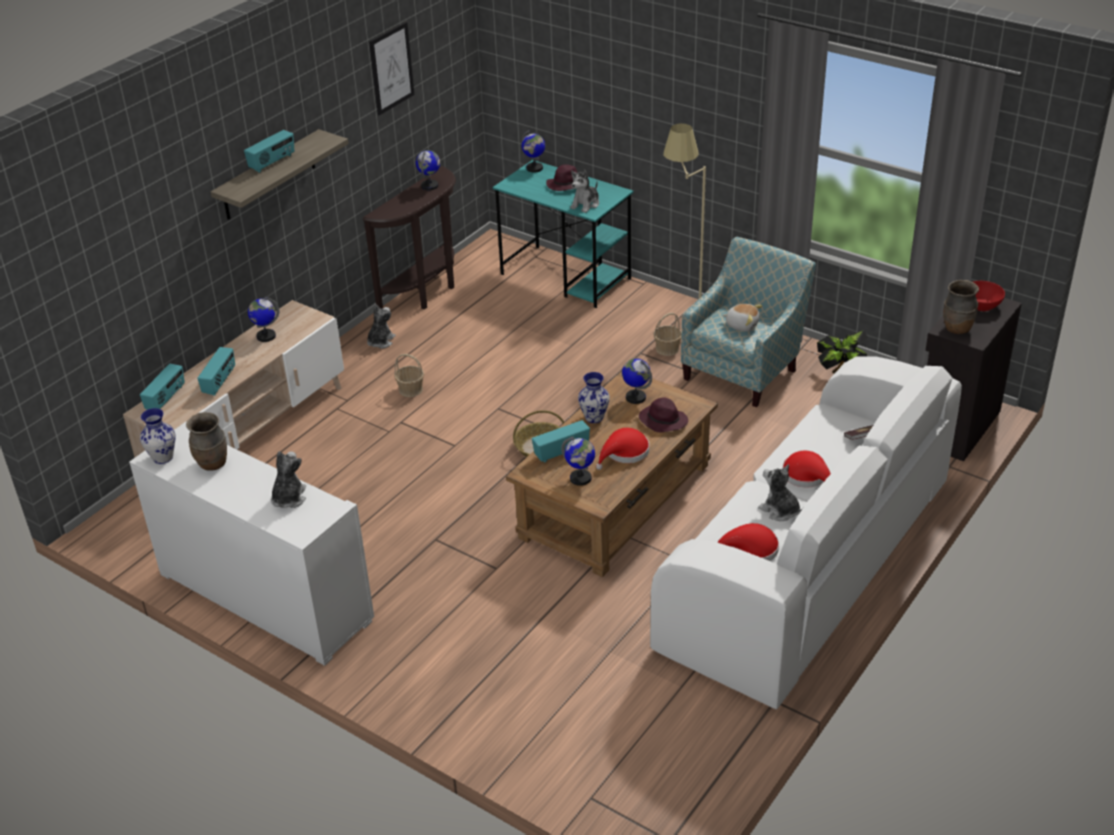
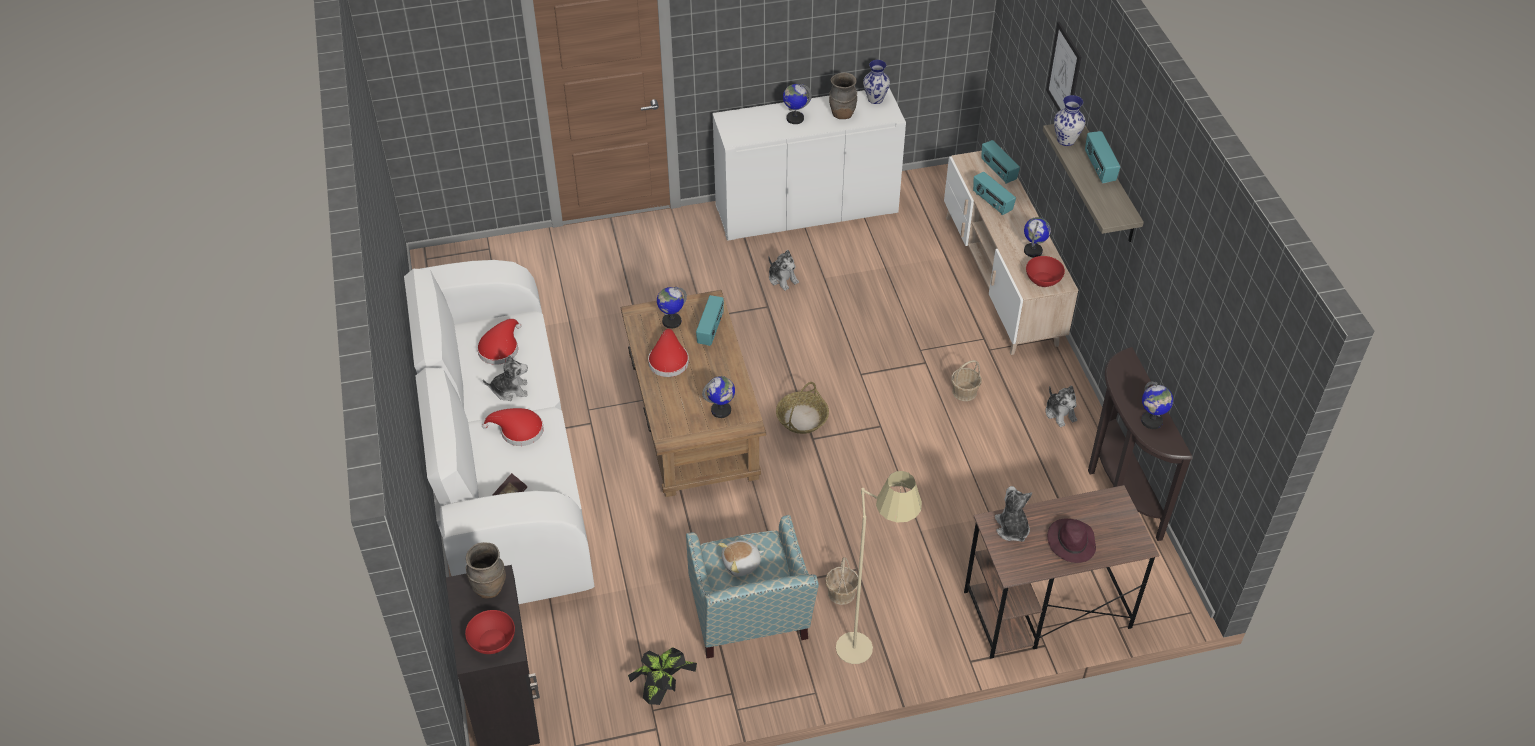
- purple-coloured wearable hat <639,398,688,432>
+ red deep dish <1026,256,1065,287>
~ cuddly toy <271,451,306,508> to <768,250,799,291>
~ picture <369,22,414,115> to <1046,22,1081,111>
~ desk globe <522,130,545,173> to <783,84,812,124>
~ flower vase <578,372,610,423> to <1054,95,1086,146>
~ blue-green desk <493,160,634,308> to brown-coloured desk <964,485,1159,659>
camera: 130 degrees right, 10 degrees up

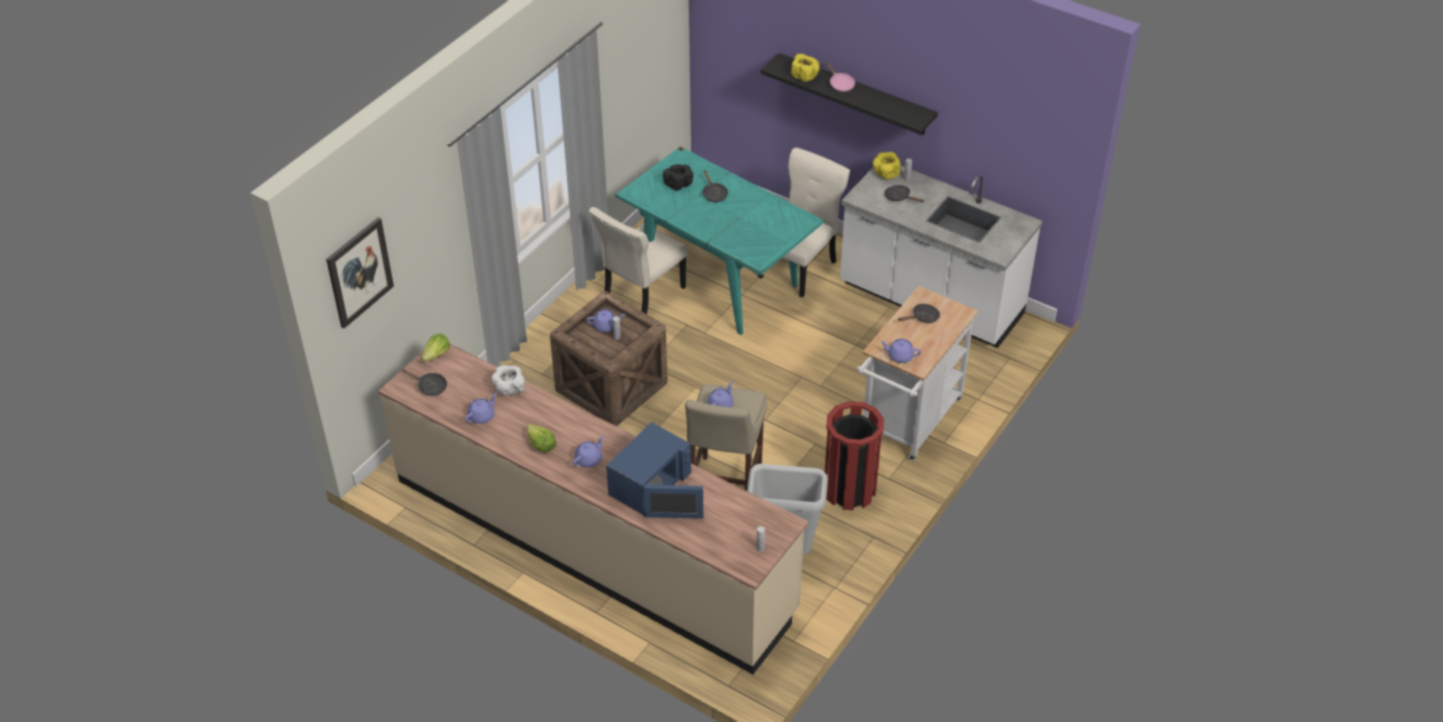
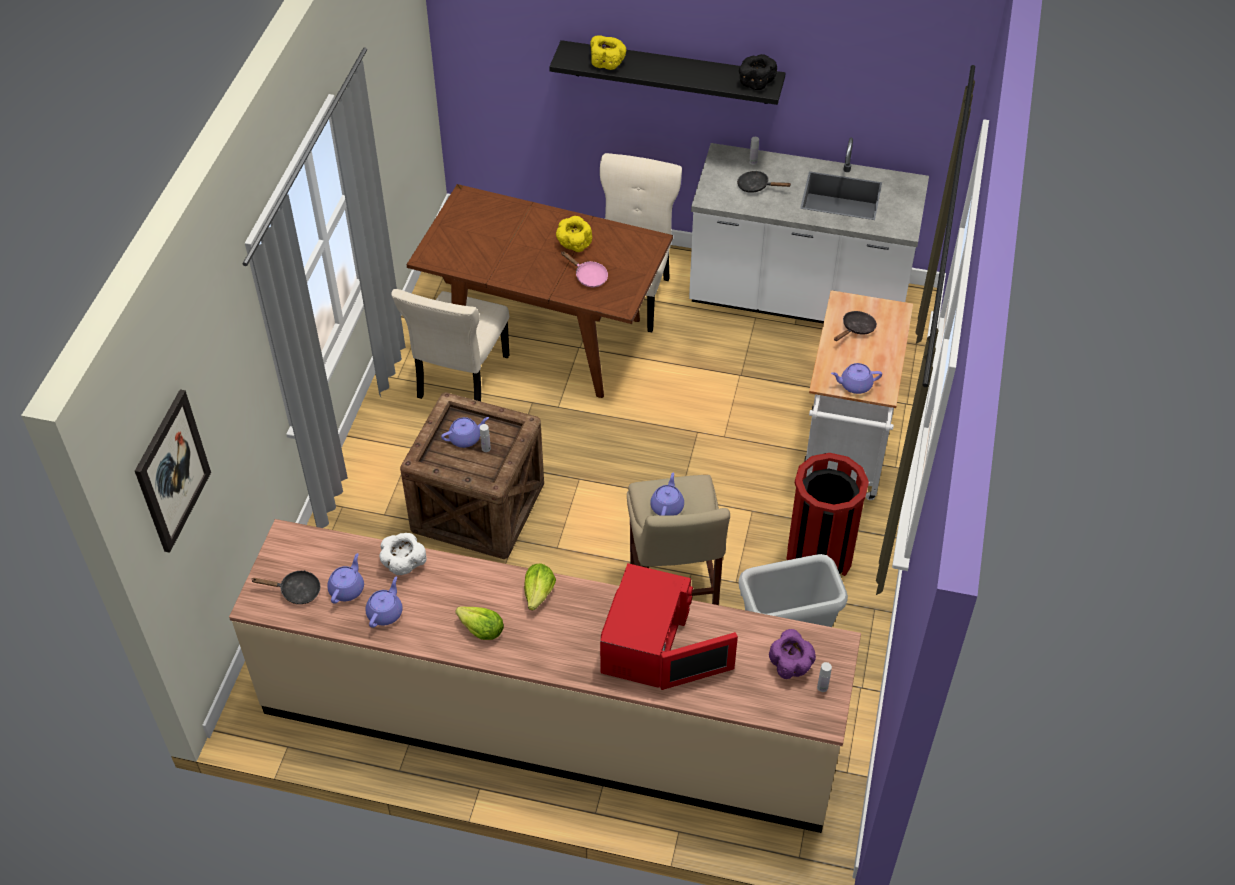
- blackish skillet <703,171,728,202>
+ purple-coloured deep dish <769,629,816,679>
~ lettuce <421,334,450,362> to <524,564,556,610>
~ purple-coloured pot for tea <573,435,604,468> to <327,553,364,604>
~ blackish deep dish <663,164,693,190> to <739,54,777,90>
~ pinkish skillet <825,62,855,92> to <561,251,608,287>
~ yellow deep dish <873,152,901,180> to <556,216,592,252>
~ bluish microwave <606,422,703,519> to red microwave <600,563,738,690>
~ blue-green kitchen table <616,147,824,335> to brown-coloured kitchen table <406,184,673,398>
camera: 20 degrees left, 5 degrees up

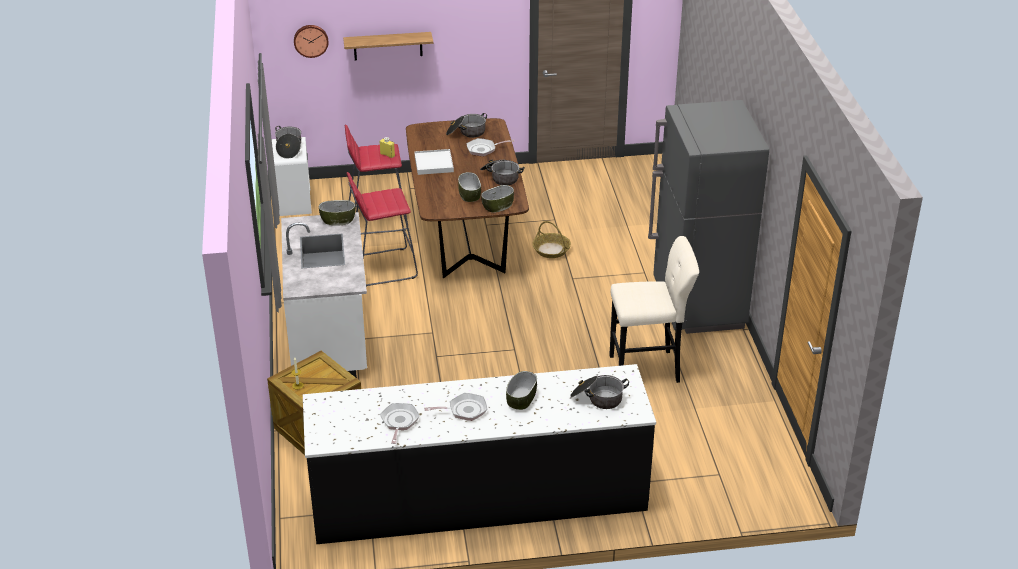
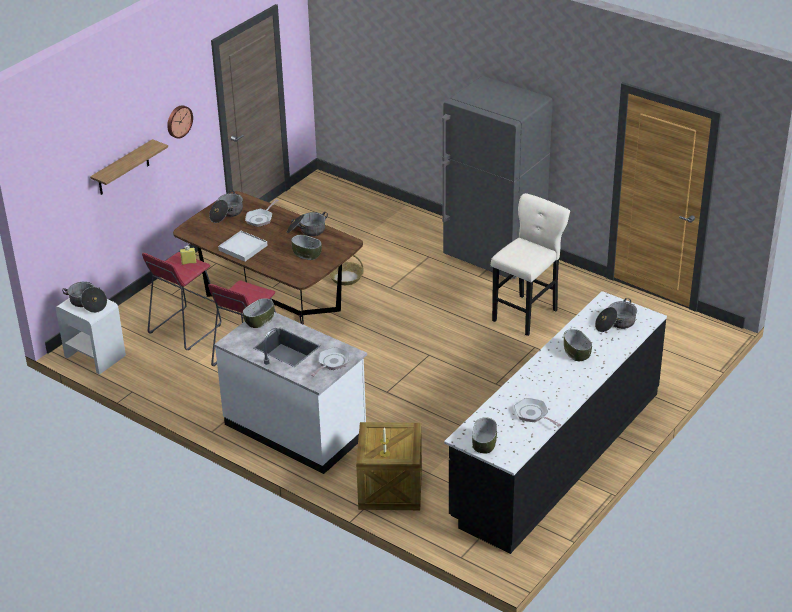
~ wall clock <294,25,328,58> to <167,105,193,139>
~ skillet <424,393,487,421> to <311,347,349,376>
~ deep dish <481,185,514,213> to <472,417,497,453>
camera: 45 degrees left, 0 degrees up

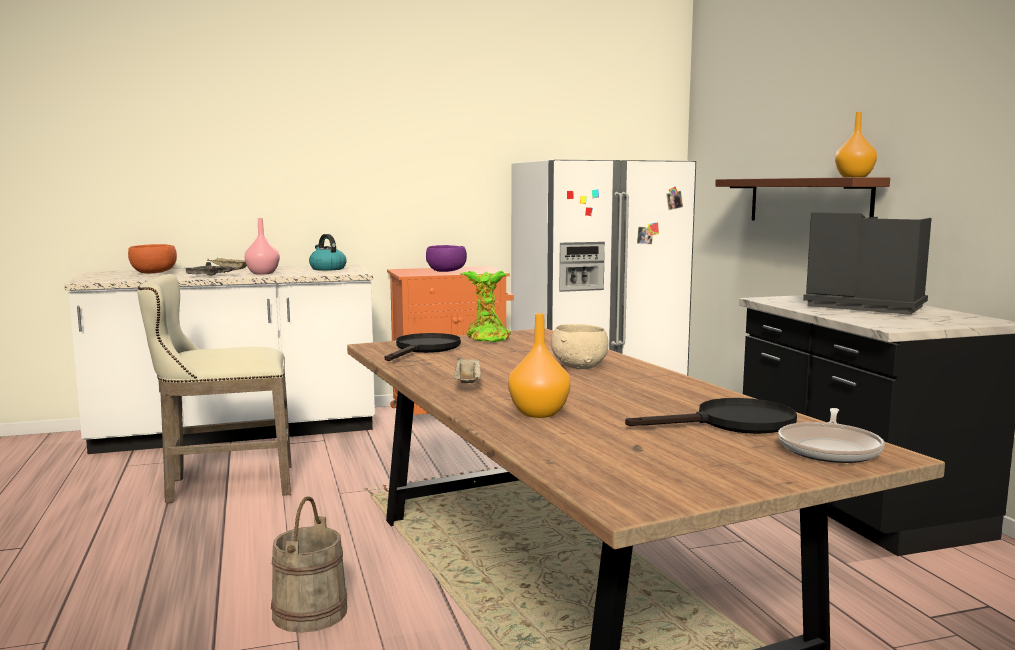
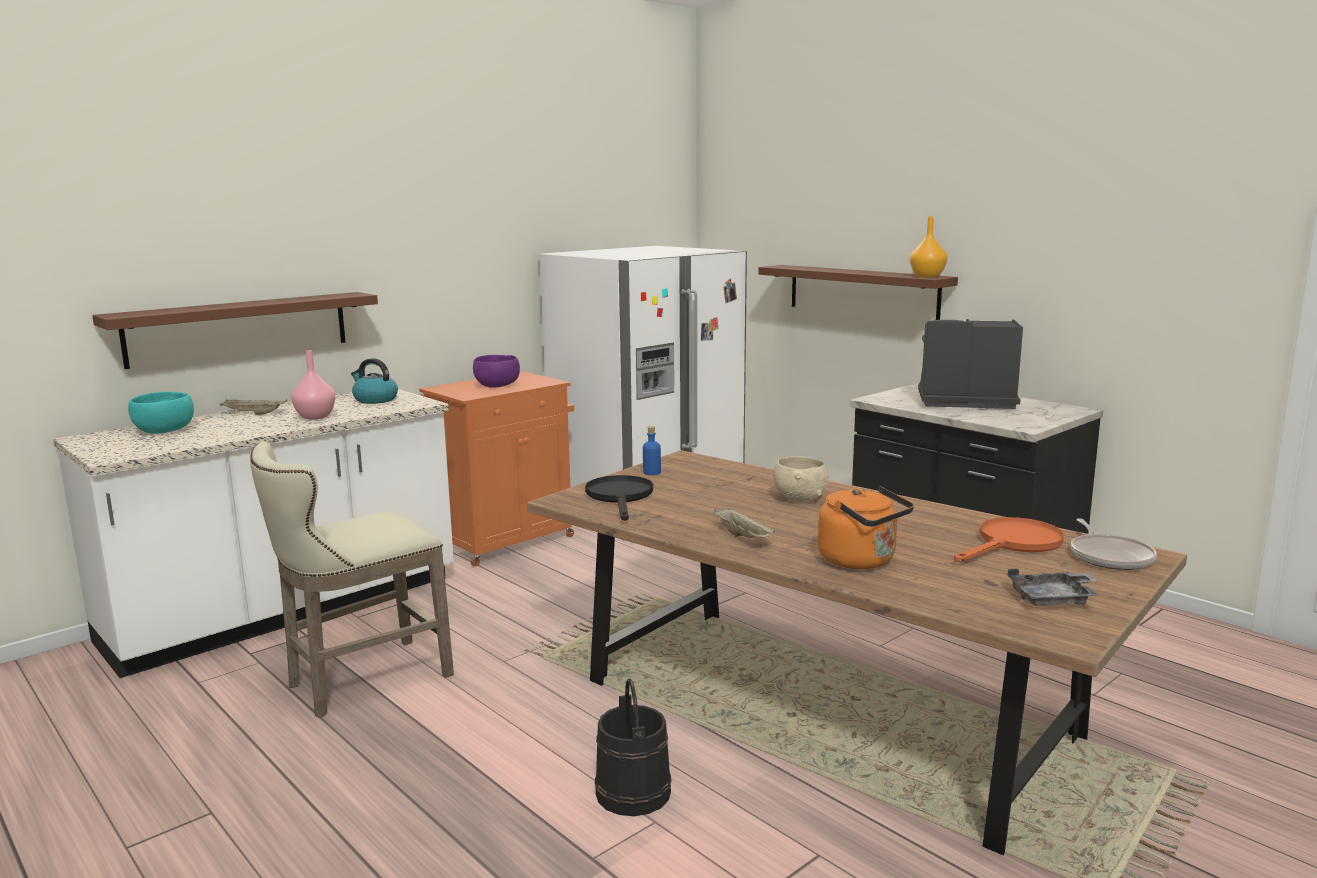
+ brown-coloured shelf <92,292,378,369>
~ greyish carrying tray <185,262,236,276> to <1008,568,1097,606>
~ potted plant <460,271,511,342> to bluish bottle <643,426,661,475>
~ orange-coloured flower vase <508,313,571,418> to orange-coloured kettle <818,487,914,569>
~ orange-coloured deep dish <128,244,177,273> to blue-green deep dish <128,392,194,434>
~ sand-coloured pail <271,496,347,633> to blackish pail <595,679,672,816>
~ blackish skillet <625,398,797,434> to orange-coloured skillet <954,517,1064,562>
camera: 25 degrees left, 5 degrees up

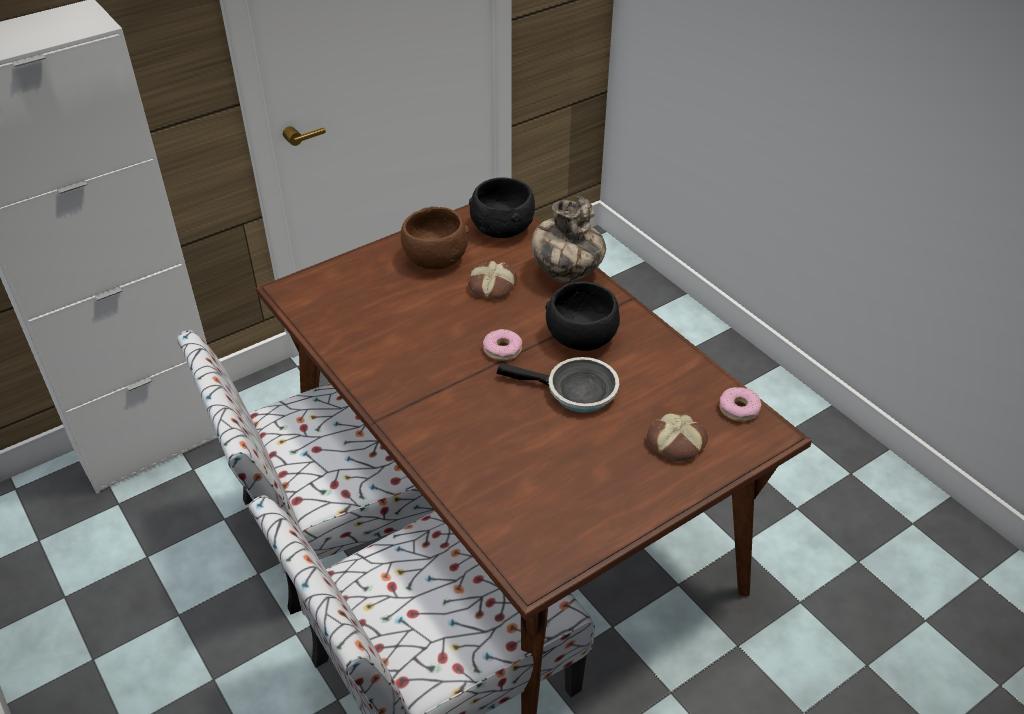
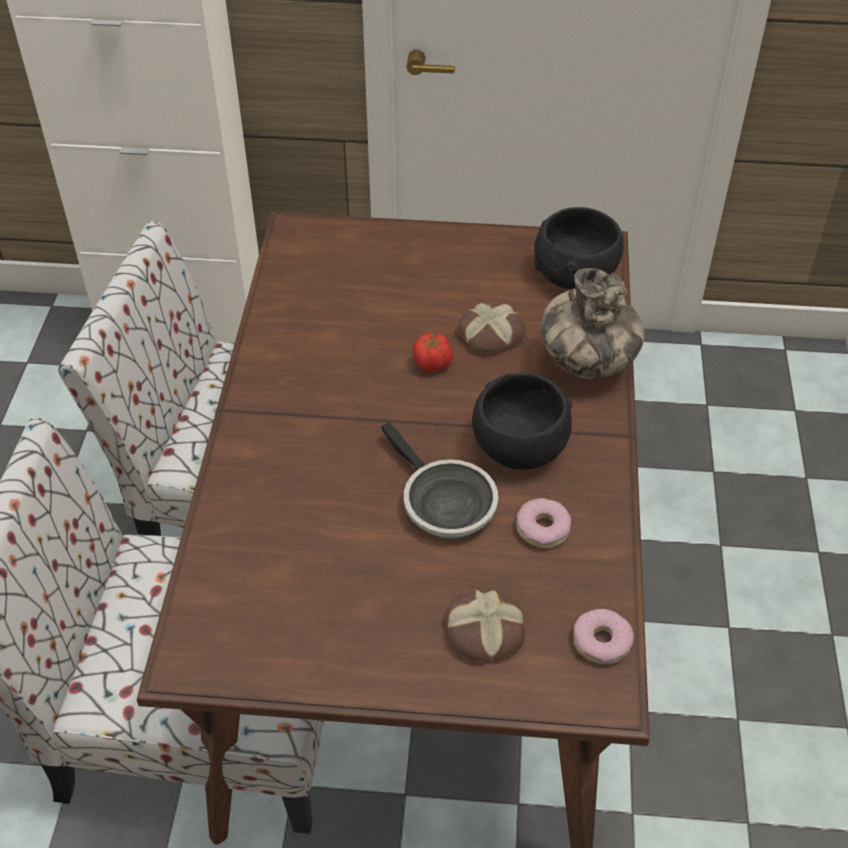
- brown-coloured deep dish <401,207,469,270>
+ tomato <413,332,453,373>
~ donut <483,329,522,361> to <516,498,571,548>
camera: 40 degrees right, 5 degrees up

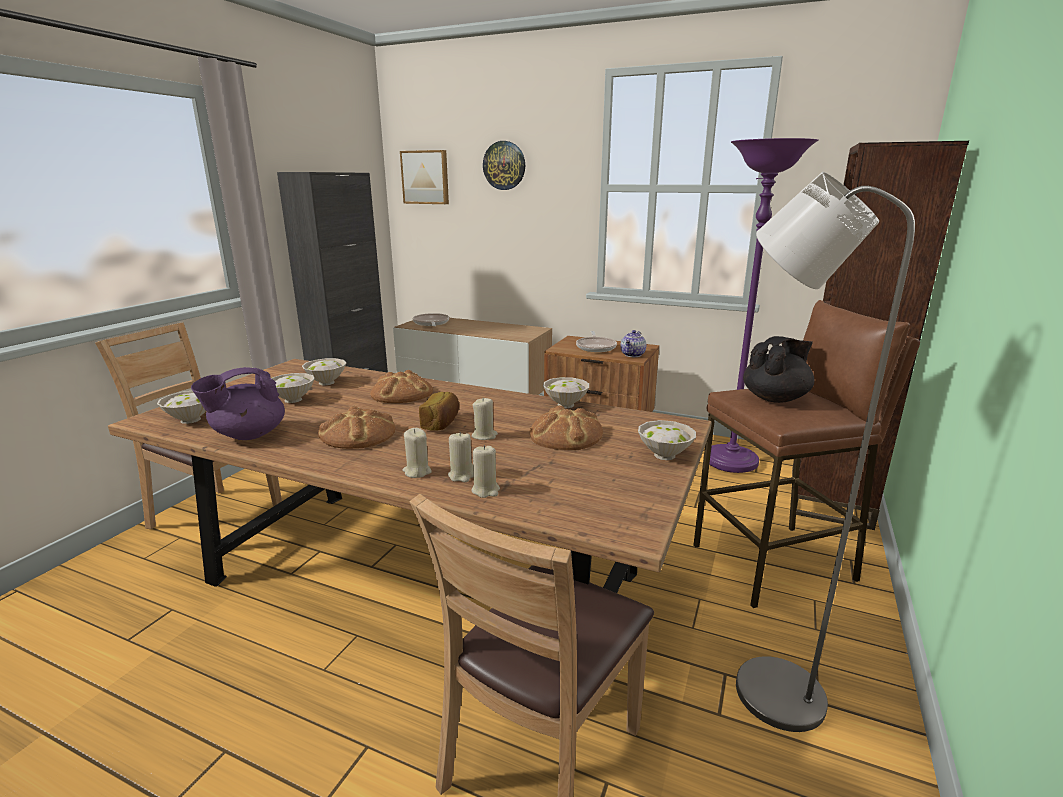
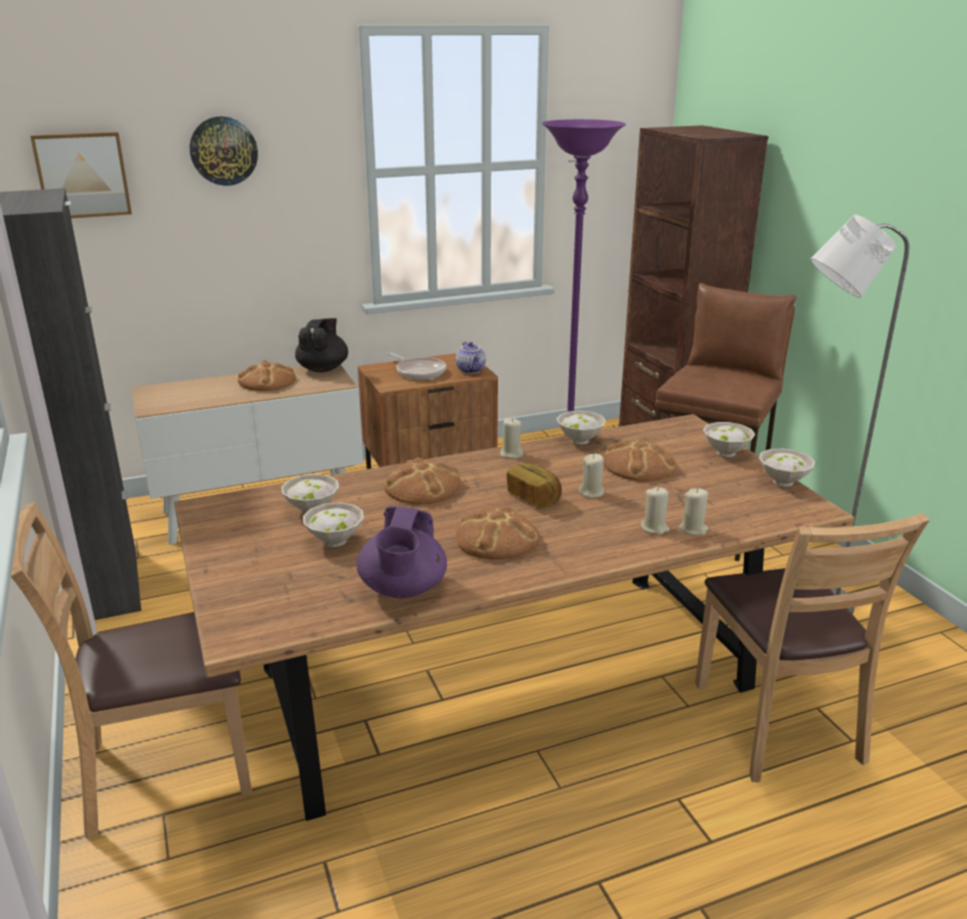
- skillet <413,313,449,326>
+ bread <238,360,296,391>
~ white-coloured deep dish <157,391,206,424> to <759,448,815,487>
~ sand-coloured wax light <402,428,432,478> to <500,418,523,459>
~ blackish pot for tea <743,336,814,403> to <295,318,348,372>
camera: 45 degrees left, 5 degrees up

